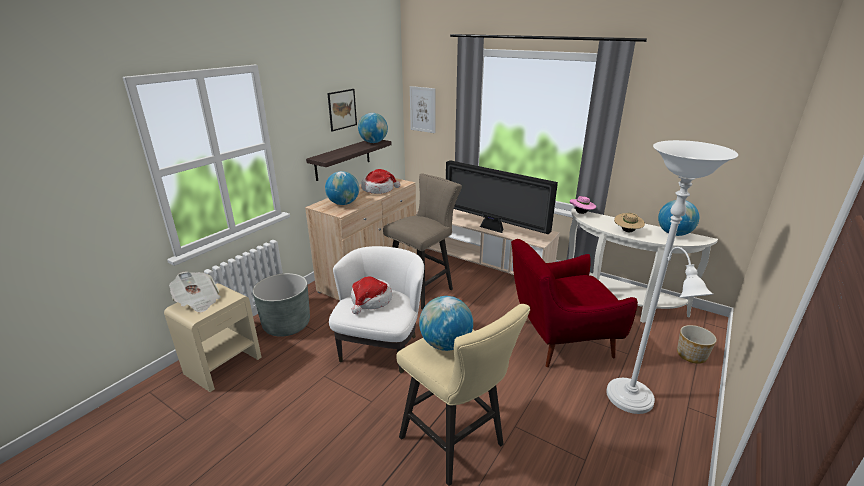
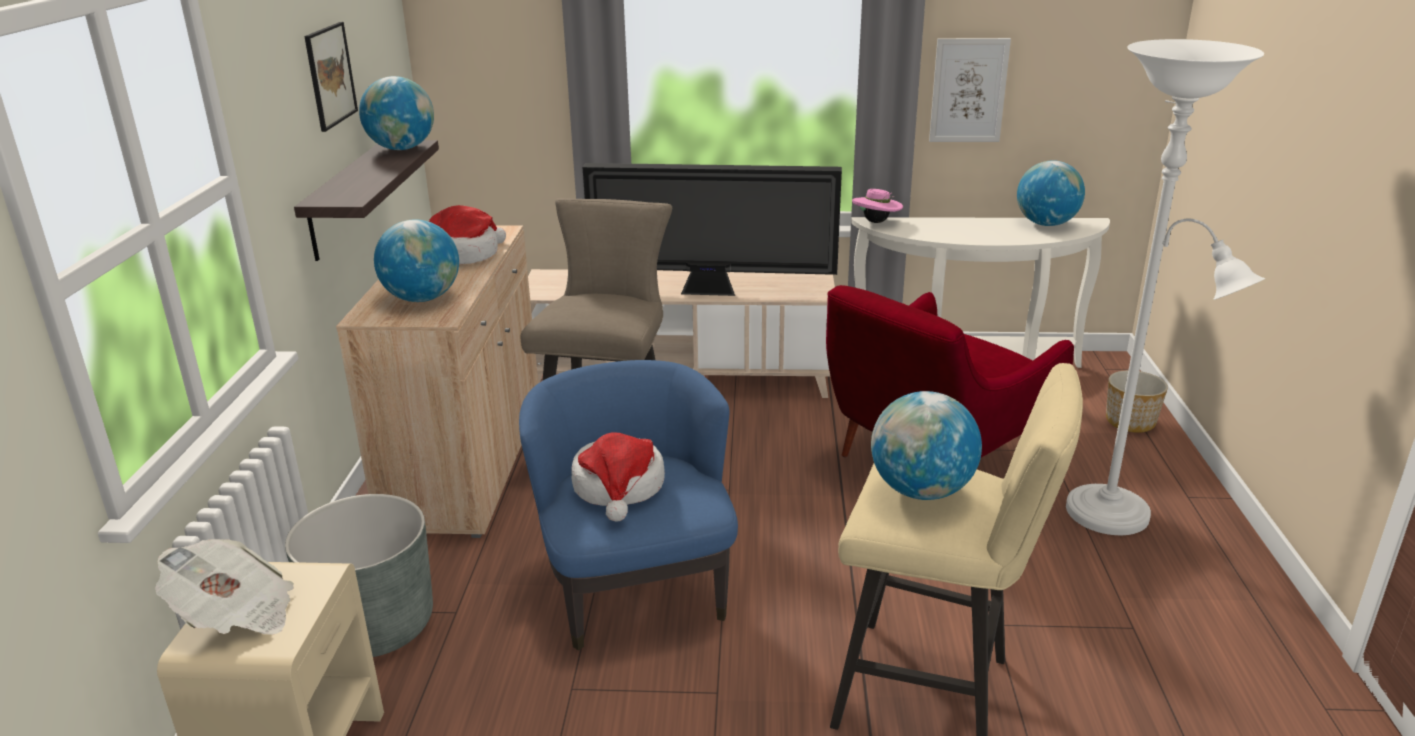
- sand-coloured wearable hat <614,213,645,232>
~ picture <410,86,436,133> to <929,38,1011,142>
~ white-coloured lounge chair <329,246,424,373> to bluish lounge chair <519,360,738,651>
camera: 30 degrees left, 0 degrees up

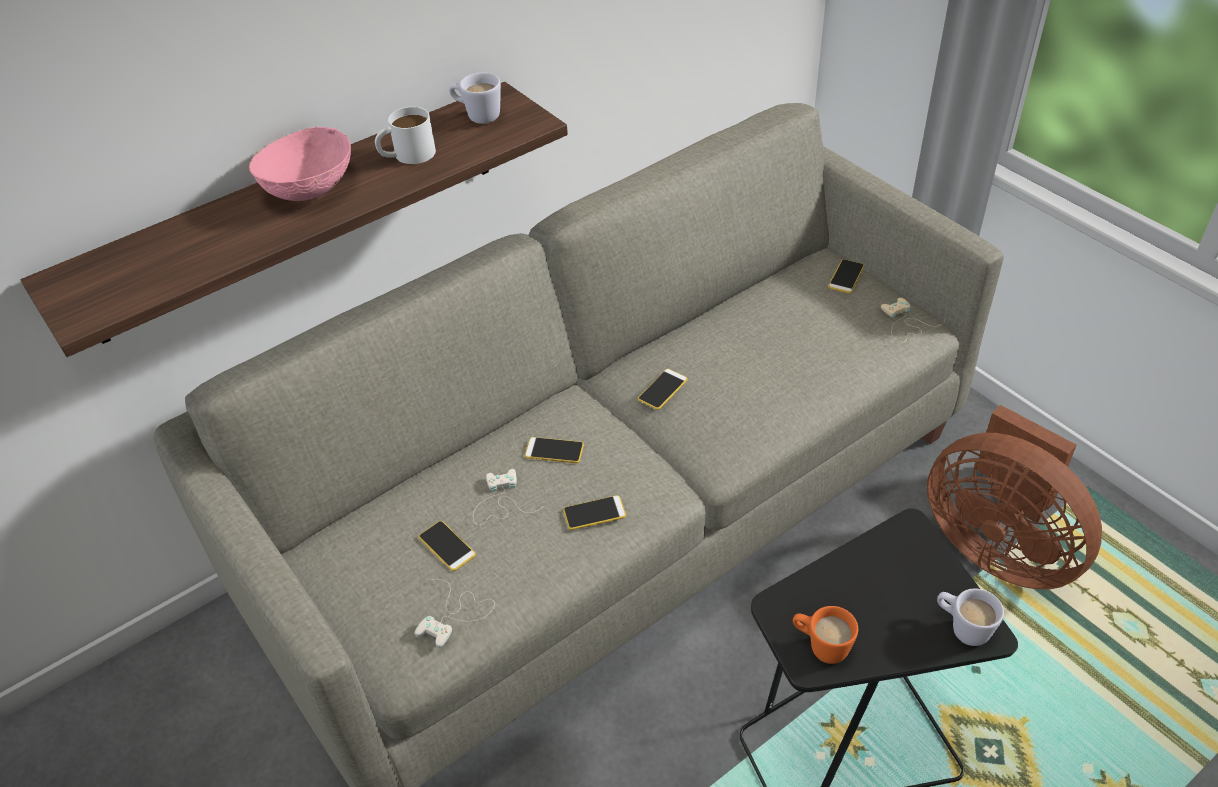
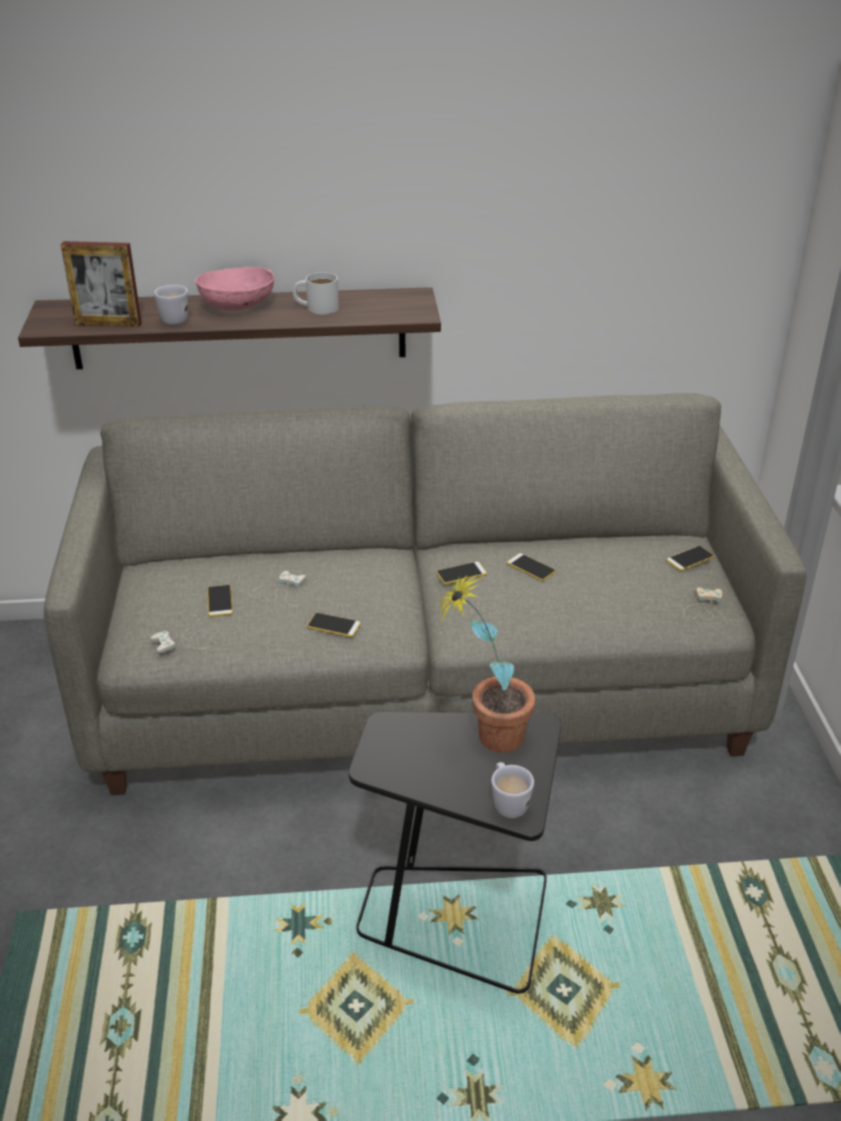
- orange-coloured coffee mug <793,606,858,664>
- brown-coloured electric fan <927,405,1102,590>
+ photo frame <61,241,142,327>
+ potted plant <437,575,536,753>
~ white-coloured coffee mug <449,72,501,124> to <154,285,188,325>
~ telephone <525,437,584,463> to <507,553,556,581>
camera: 30 degrees right, 10 degrees down

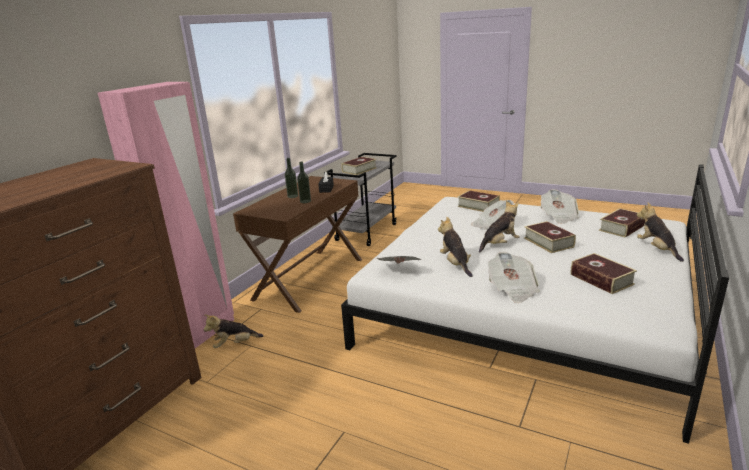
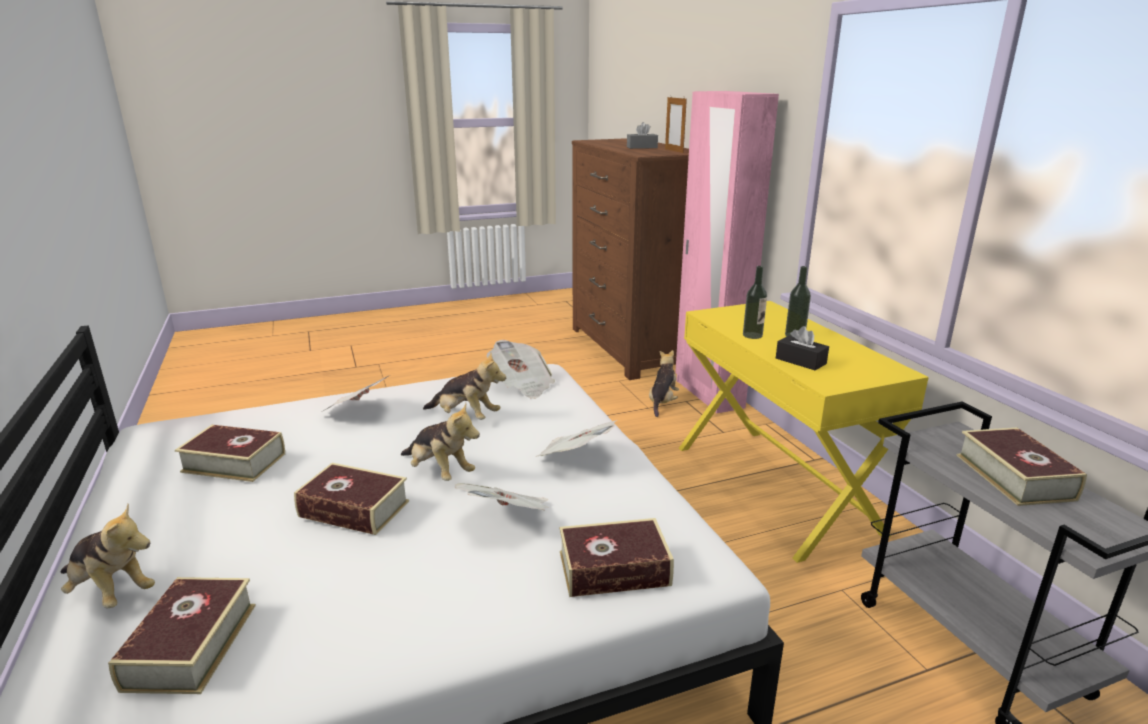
+ greyish tissue holder <627,122,658,149>
+ photo frame <665,96,687,153>
~ daily paper <541,189,579,224> to <536,420,617,457>
~ brown-coloured desk <233,176,362,313> to yellow desk <679,301,929,563>
~ cuddly toy <479,201,520,253> = <401,403,480,481> 60 degrees counterclockwise
camera: 130 degrees right, 0 degrees up

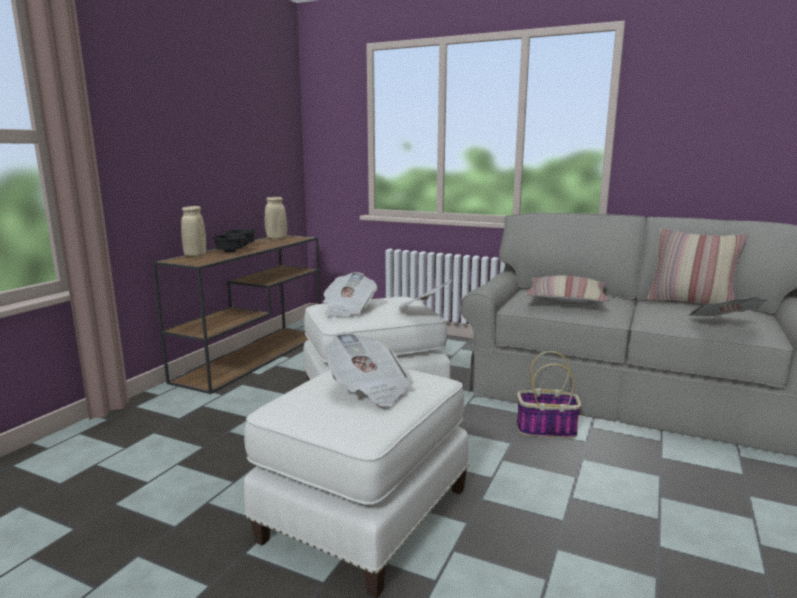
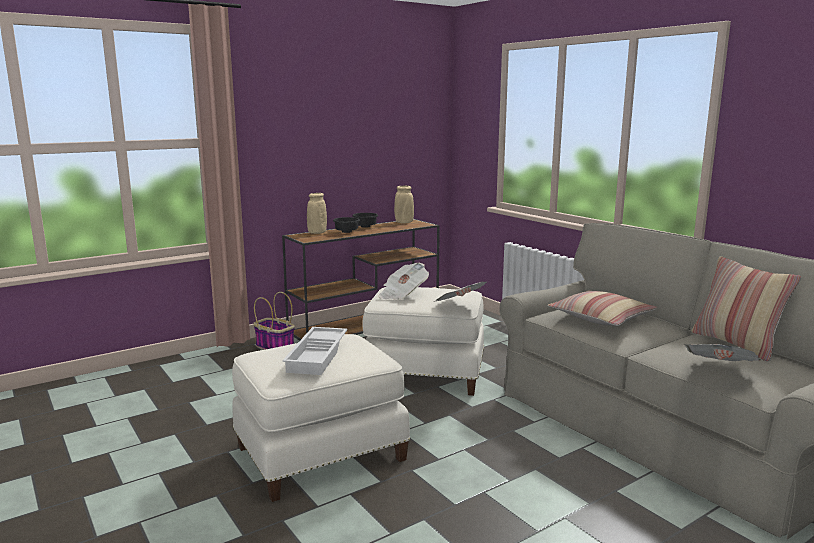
~ storage basket <517,351,582,439> to <253,292,295,350>
~ daily paper <324,332,412,407> to white-coloured carrying tray <282,327,348,375>
camera: 30 degrees right, 0 degrees up

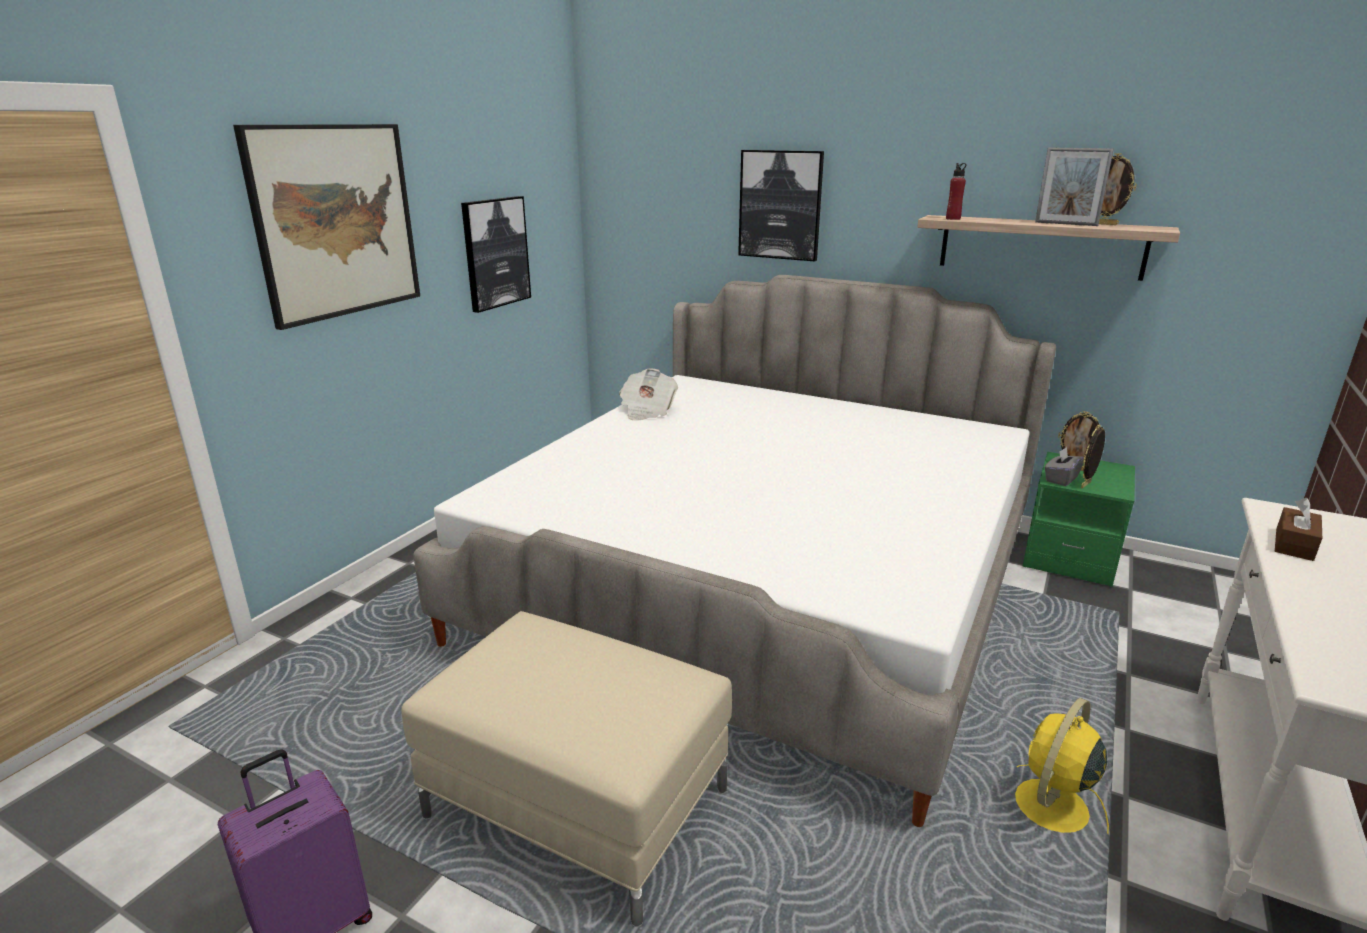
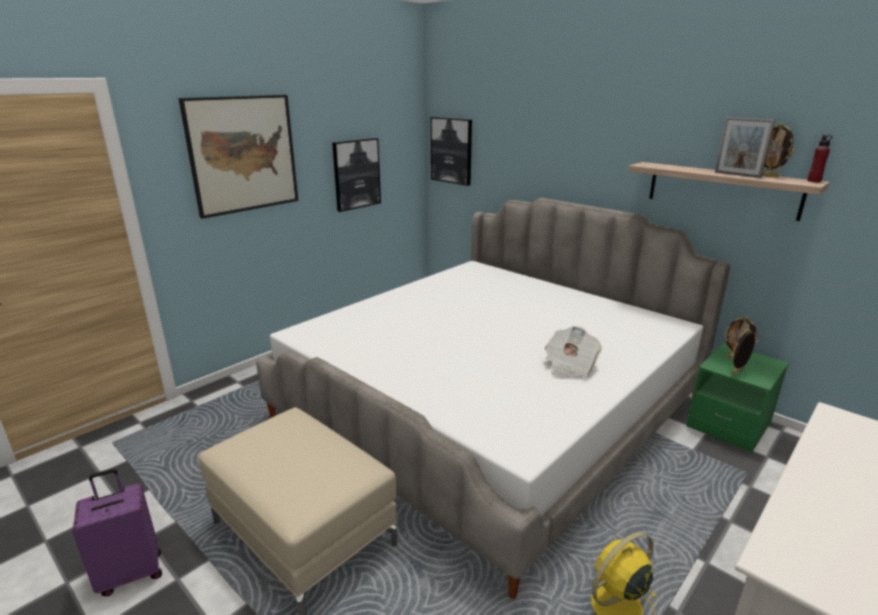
- greyish tissue holder <1045,447,1084,486>
- brown-coloured tissue holder <1275,498,1322,561>
~ daily paper <619,368,678,421> to <545,326,602,379>
~ picture <738,150,824,261> to <431,117,472,186>
~ red bottle <946,163,966,220> to <807,135,833,182>
camera: 15 degrees right, 0 degrees up

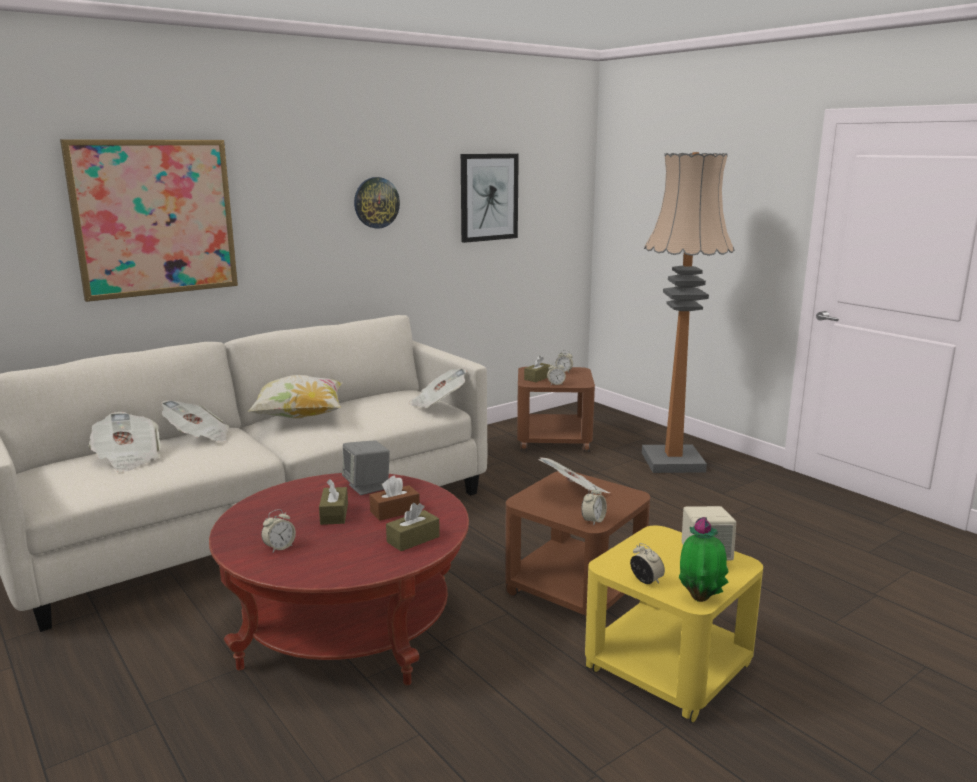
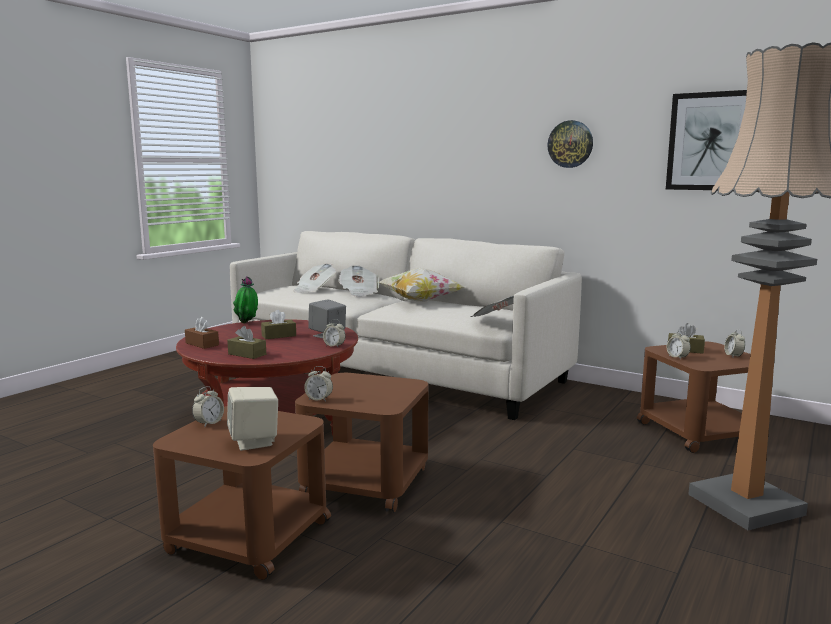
- picture <60,139,238,302>
- daily paper <538,458,610,493>
~ alarm clock <261,509,296,552> to <323,319,345,348>
~ brown-coloured tissue holder <369,476,420,521> to <185,317,219,349>
~ potted plant <679,517,729,602> to <233,276,258,323>
~ yellow end table <585,526,763,723> to brown-coloured end table <153,406,331,580>
camera: 70 degrees right, 5 degrees down

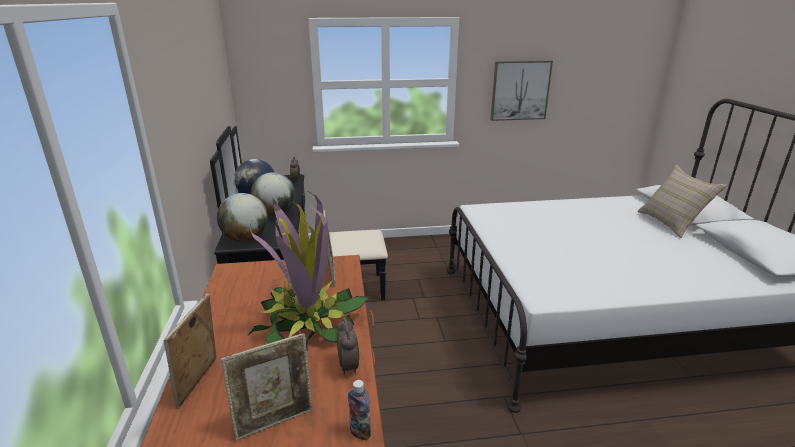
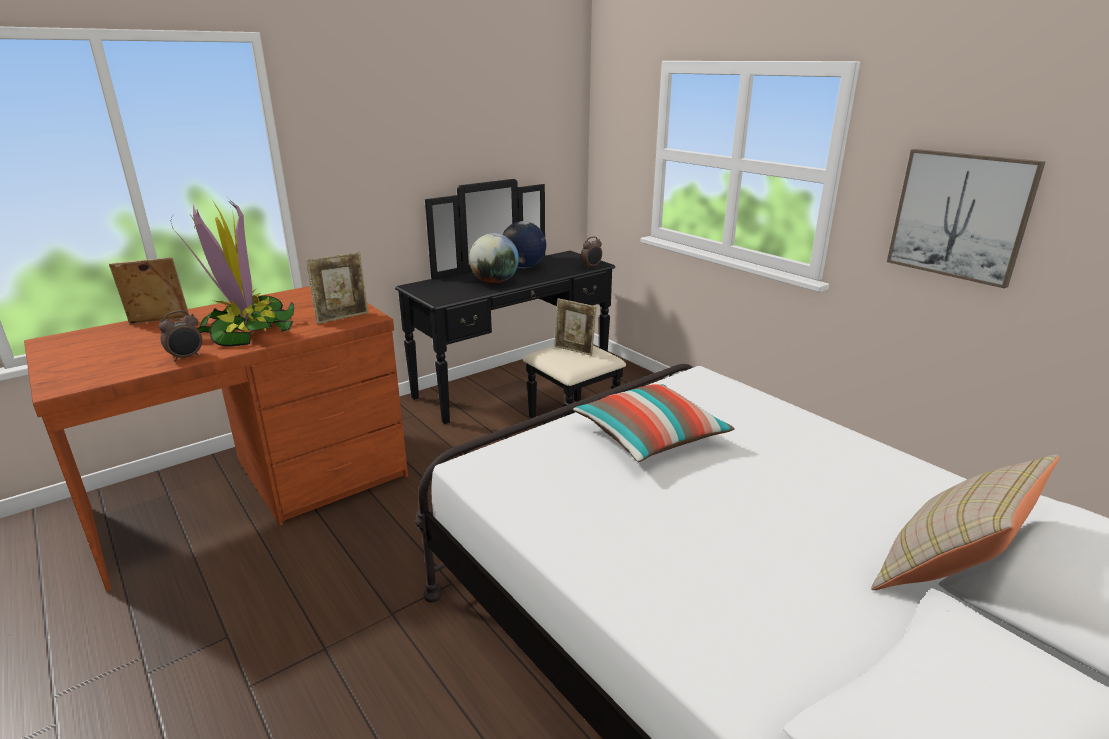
- desk globe <217,193,268,242>
- bottle <348,380,371,440>
+ throw pillow <573,384,735,462>
~ photo frame <221,333,313,441> to <554,298,597,356>
camera: 60 degrees right, 0 degrees up

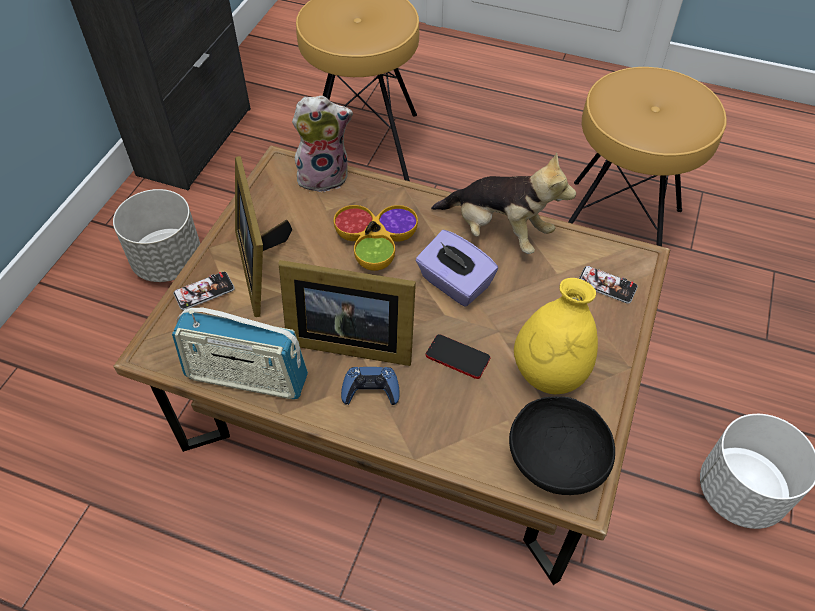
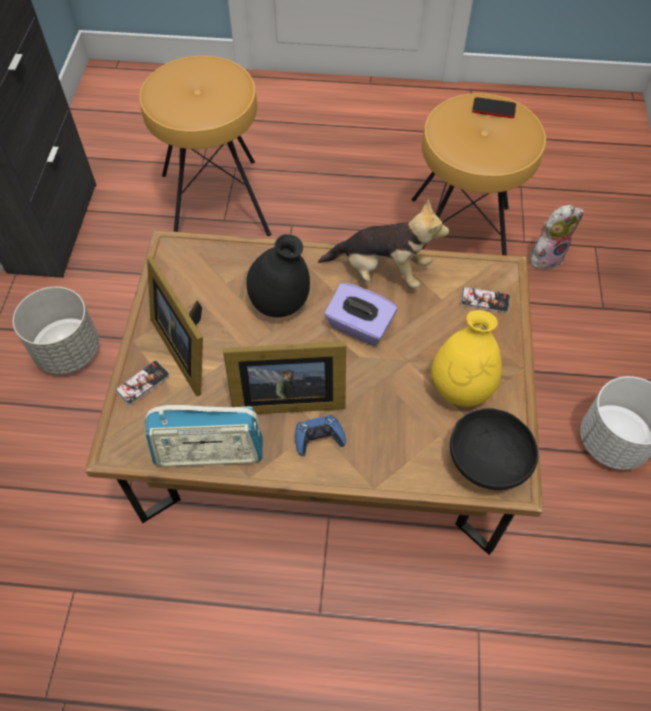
~ cuddly toy <292,95,353,192> to <530,205,584,269>
~ telephone <425,334,490,379> to <472,97,516,118>
~ deep dish <334,205,418,271> to blackish flower vase <246,234,310,317>
camera: 15 degrees left, 5 degrees up

